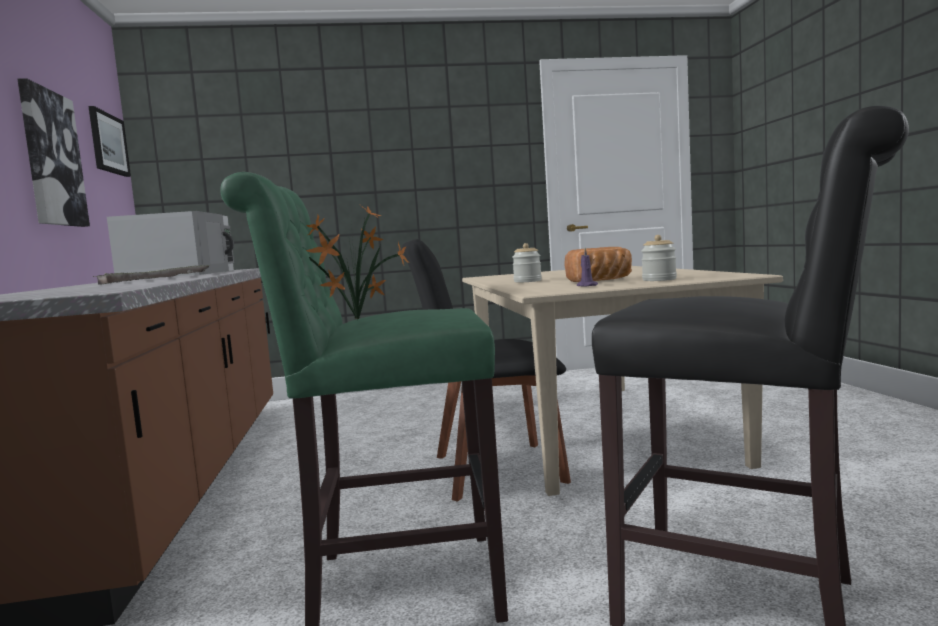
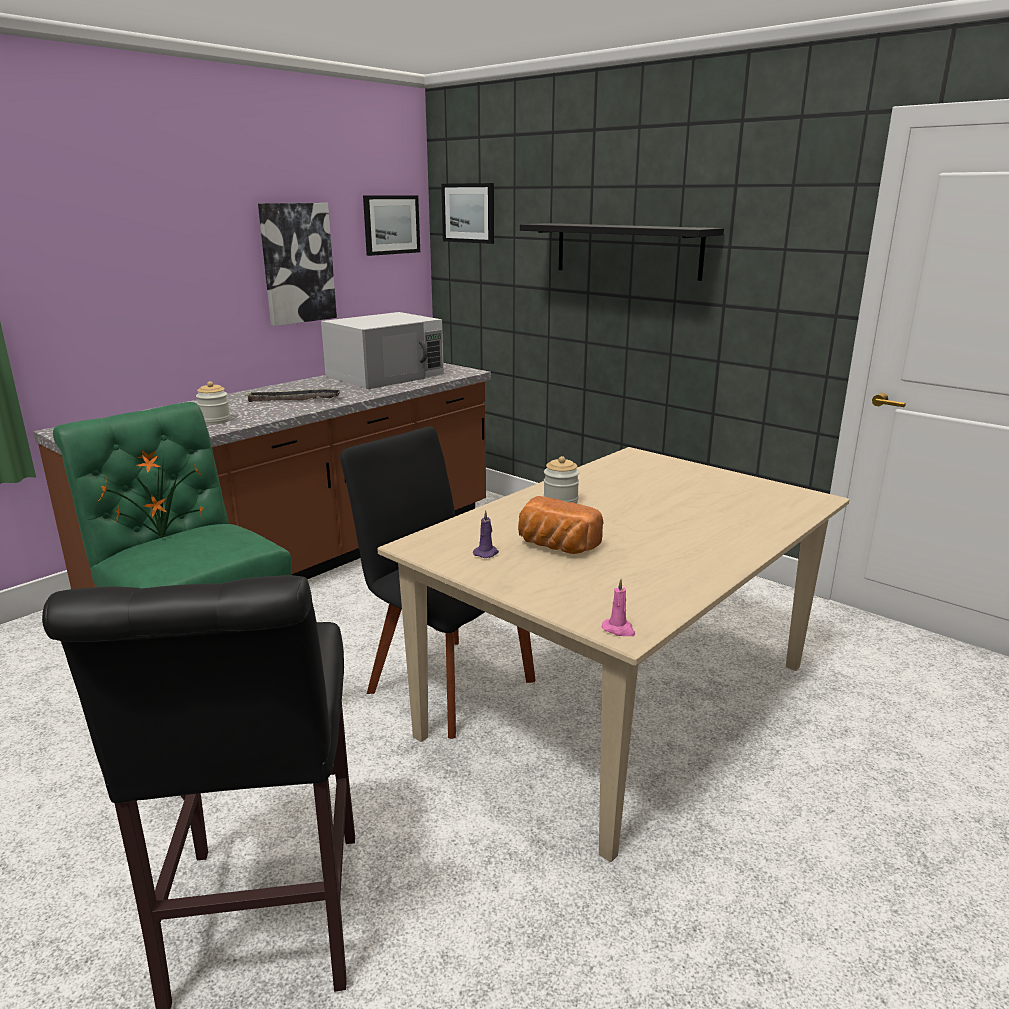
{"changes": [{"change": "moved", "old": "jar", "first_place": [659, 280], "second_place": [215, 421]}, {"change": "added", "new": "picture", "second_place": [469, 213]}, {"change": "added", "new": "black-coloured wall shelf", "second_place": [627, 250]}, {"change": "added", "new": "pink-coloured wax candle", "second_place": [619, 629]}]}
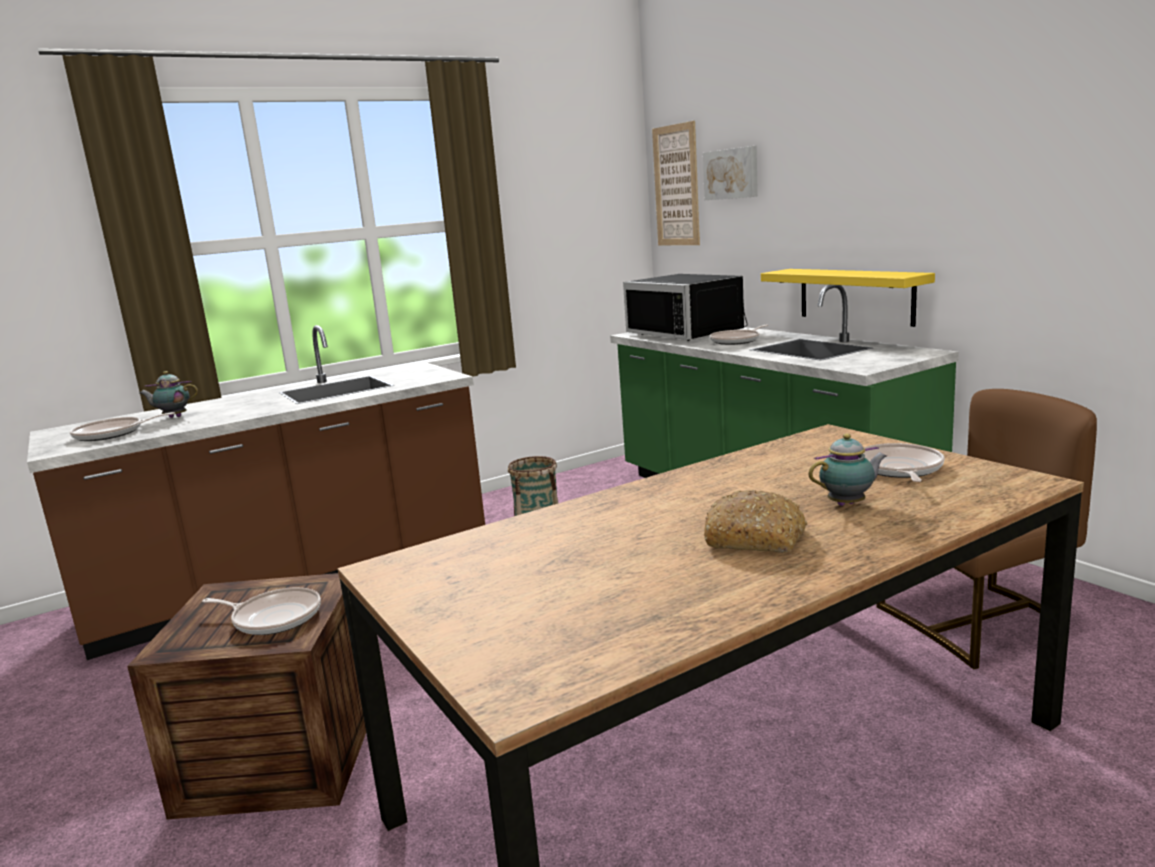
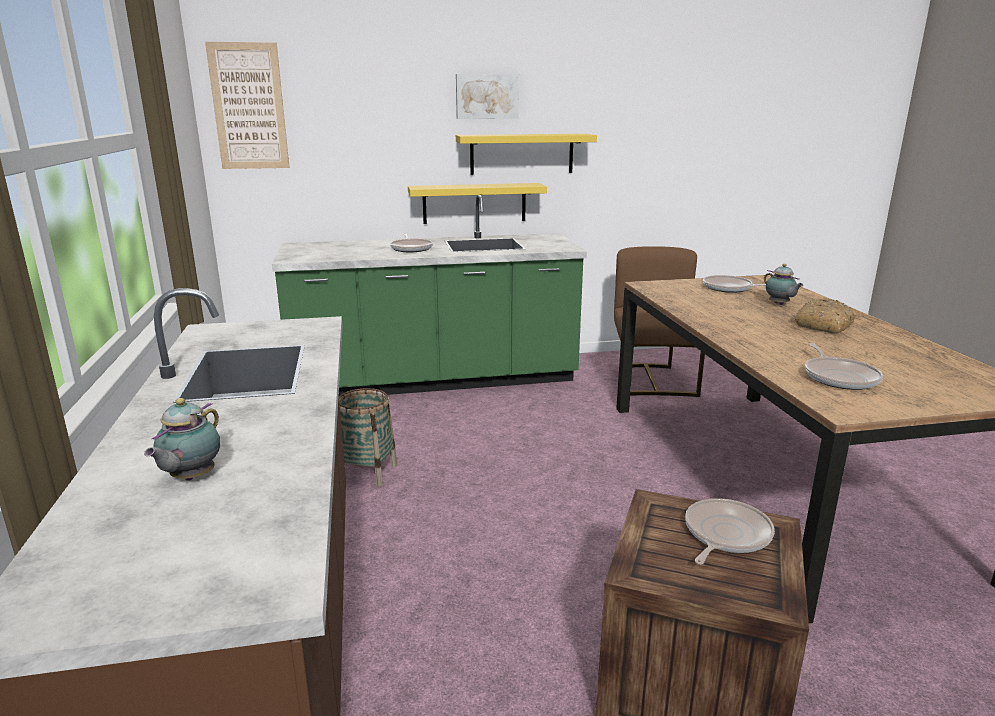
{"changes": [{"change": "moved", "old": "skillet", "first_place": [112, 434], "second_place": [839, 377]}, {"change": "removed", "old": "black-coloured kitchen microwave", "first_place": [690, 332]}, {"change": "moved", "old": "picture", "first_place": [732, 174], "second_place": [487, 96]}, {"change": "turned", "old": "tea pot", "first_place": [849, 504], "second_place": [779, 304], "degrees": 150}, {"change": "added", "new": "yellow wall shelf", "second_place": [522, 154]}]}
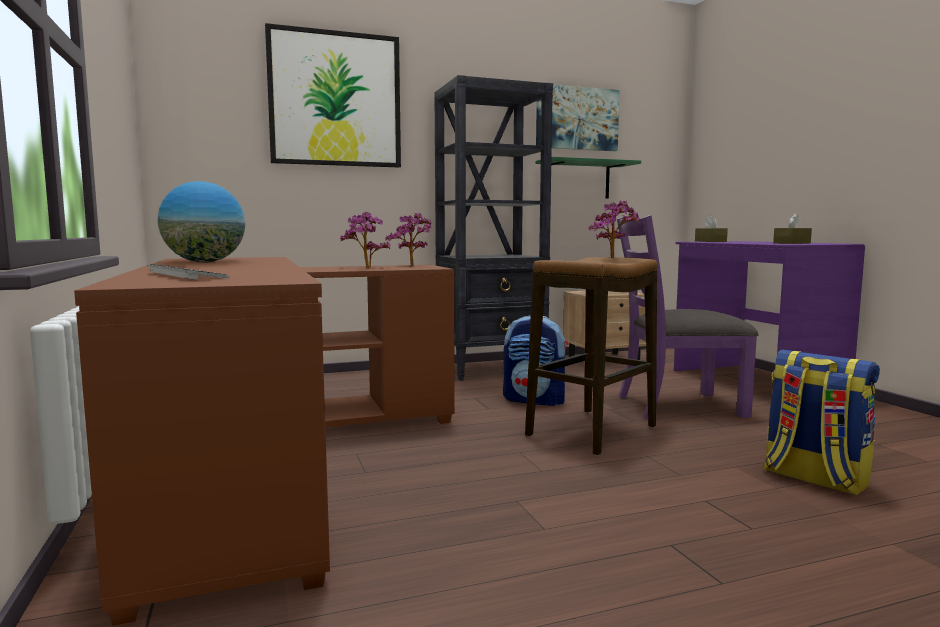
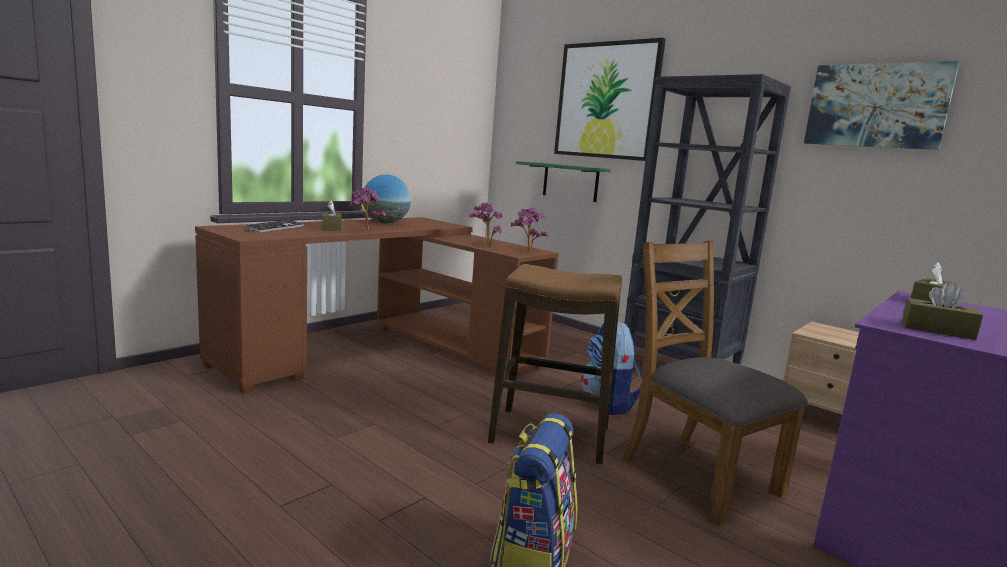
{"changes": [{"change": "moved", "old": "green-coloured wall shelf", "first_place": [578, 180], "second_place": [570, 182]}, {"change": "moved", "old": "houseplant", "first_place": [614, 258], "second_place": [365, 231]}, {"change": "recoloured", "old": "purple upright chair", "new": "brownish upright chair", "first_place": [678, 405], "second_place": [698, 475]}, {"change": "added", "new": "brownish box of tissues", "second_place": [332, 228]}]}
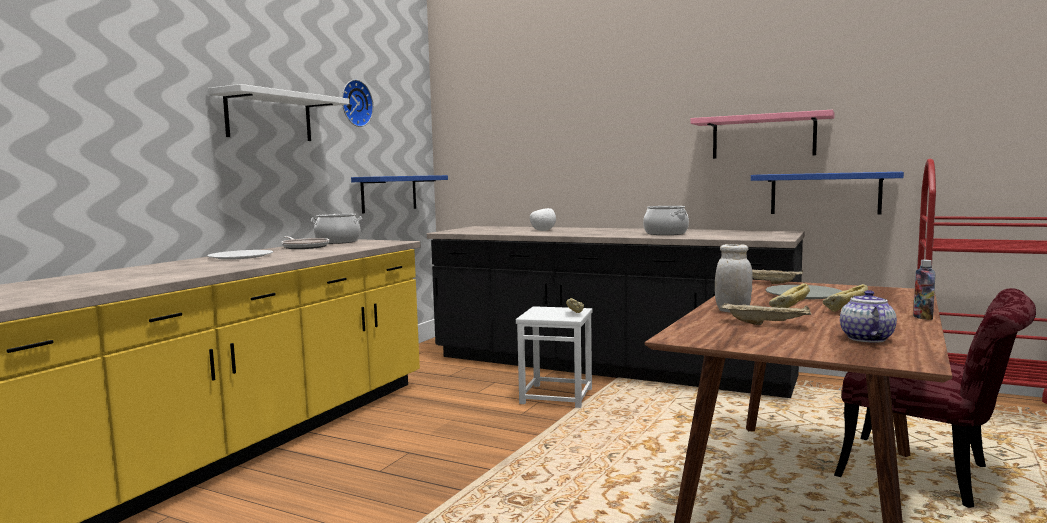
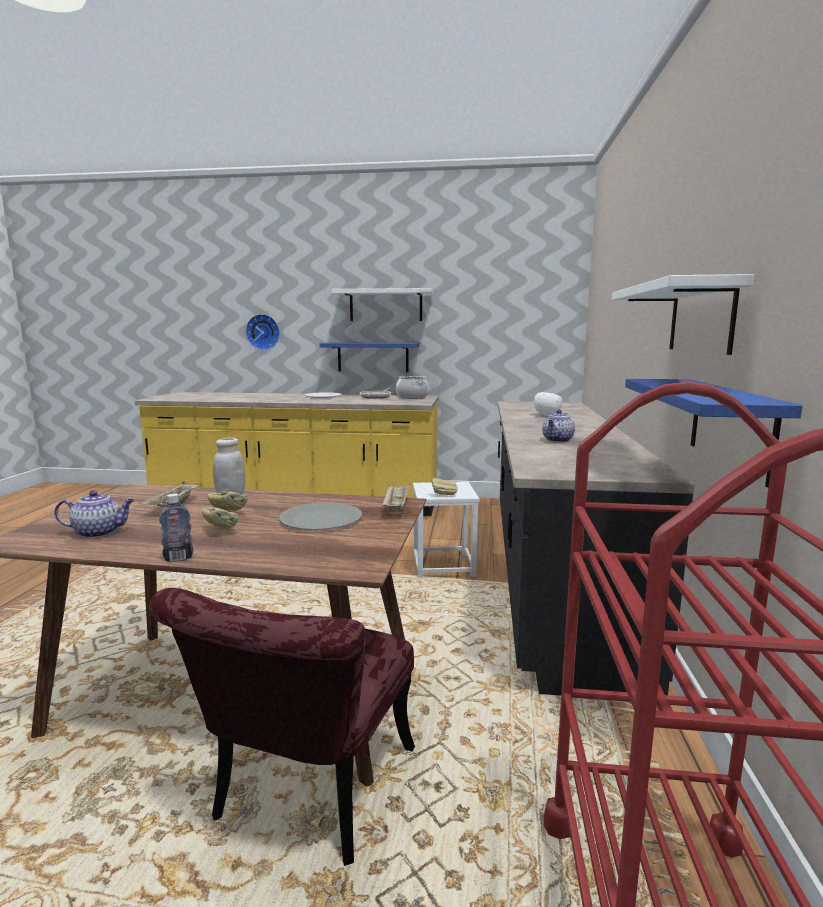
{"changes": [{"change": "moved", "old": "hanging clock", "first_place": [354, 103], "second_place": [263, 332]}, {"change": "moved", "old": "bluish wall shelf", "first_place": [389, 193], "second_place": [373, 357]}, {"change": "replaced", "old": "cooking pot", "new": "tea pot", "first_place": [666, 233], "second_place": [558, 440]}, {"change": "recoloured", "old": "pink-coloured wall shelf", "new": "whitish wall shelf", "first_place": [763, 137], "second_place": [700, 318]}]}
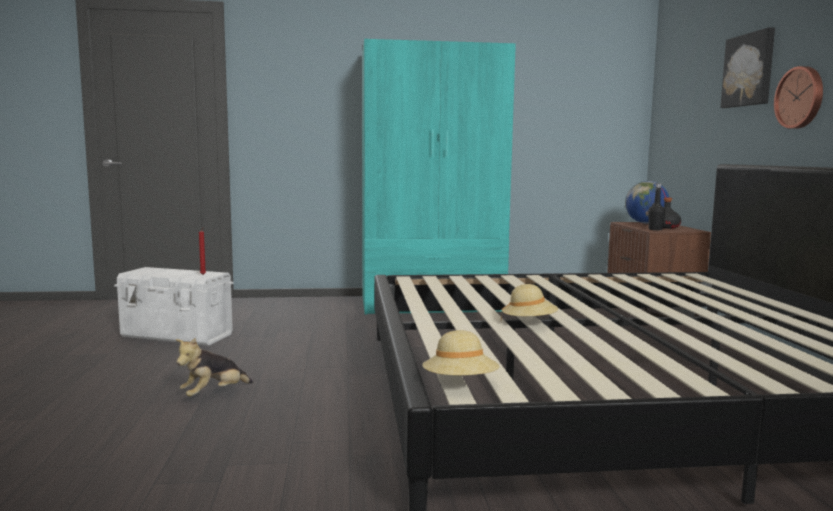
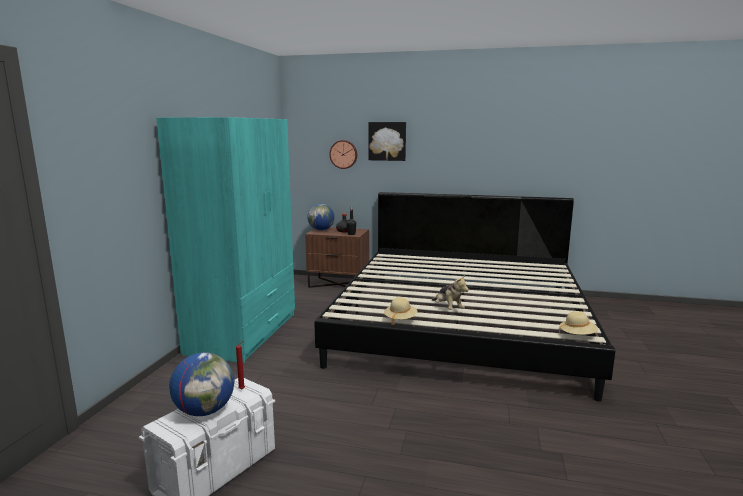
{"changes": [{"change": "moved", "old": "soft toy", "first_place": [213, 394], "second_place": [448, 308]}, {"change": "moved", "old": "sand-coloured hat", "first_place": [529, 323], "second_place": [400, 319]}, {"change": "moved", "old": "hanging clock", "first_place": [800, 97], "second_place": [343, 154]}, {"change": "added", "new": "desk globe", "second_place": [205, 411]}]}
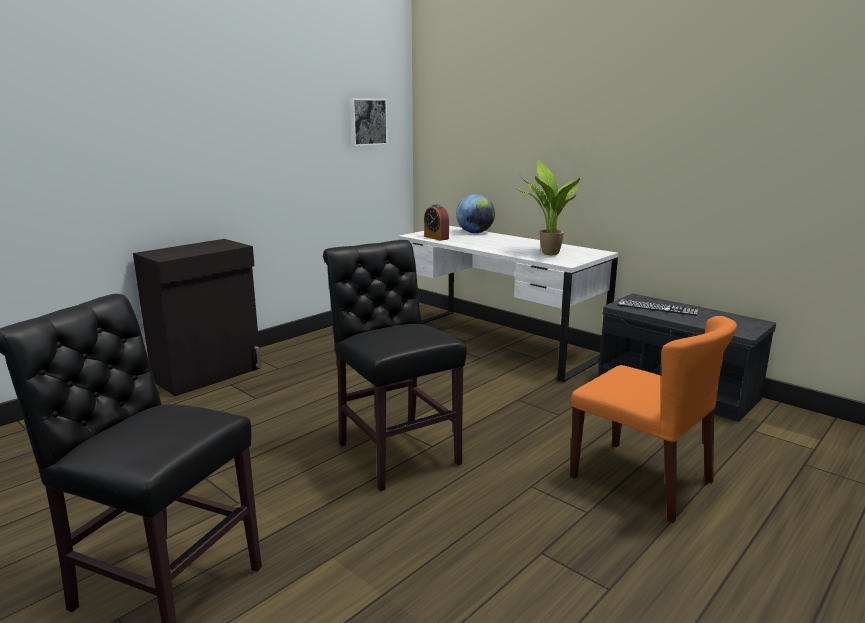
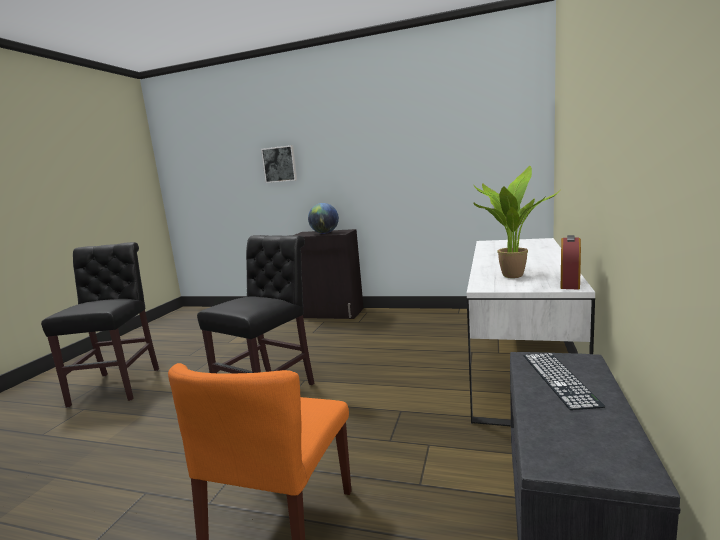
{"changes": [{"change": "moved", "old": "picture", "first_place": [367, 122], "second_place": [280, 164]}, {"change": "moved", "old": "bedside clock", "first_place": [436, 237], "second_place": [569, 283]}, {"change": "moved", "old": "desk globe", "first_place": [475, 232], "second_place": [325, 233]}]}
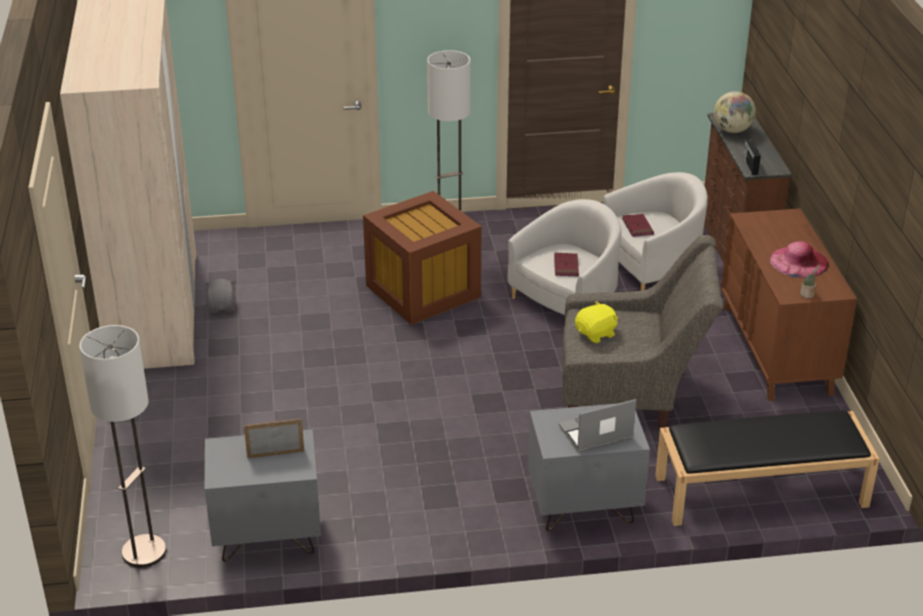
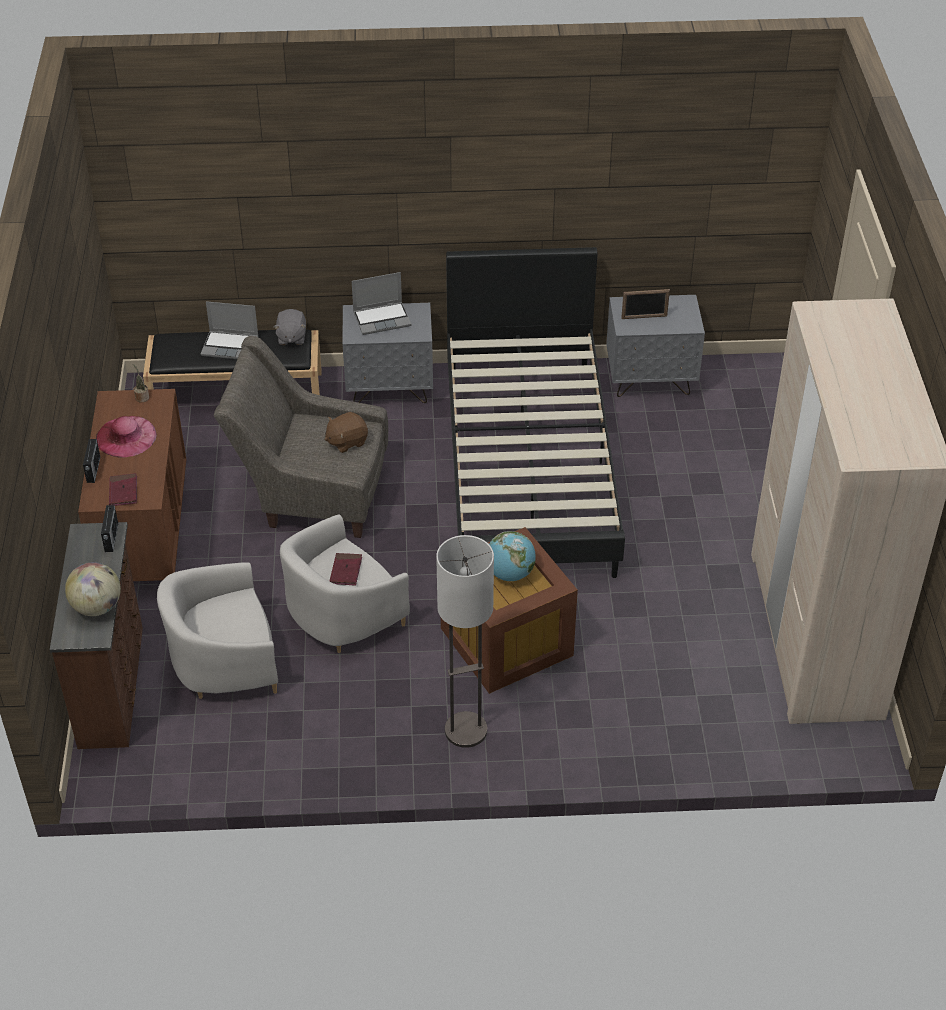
{"changes": [{"change": "removed", "old": "floor lamp", "first_place": [144, 552]}, {"change": "moved", "old": "gray soft toy", "first_place": [222, 307], "second_place": [291, 337]}, {"change": "recoloured", "old": "yellow soft toy", "new": "brownish soft toy", "first_place": [596, 334], "second_place": [346, 441]}, {"change": "moved", "old": "red bound book", "first_place": [637, 227], "second_place": [123, 491]}, {"change": "added", "new": "radio set", "second_place": [93, 470]}, {"change": "added", "new": "portable computer", "second_place": [231, 346]}, {"change": "added", "new": "black-coloured sleeping bed", "second_place": [529, 466]}, {"change": "added", "new": "desk globe", "second_place": [510, 574]}]}
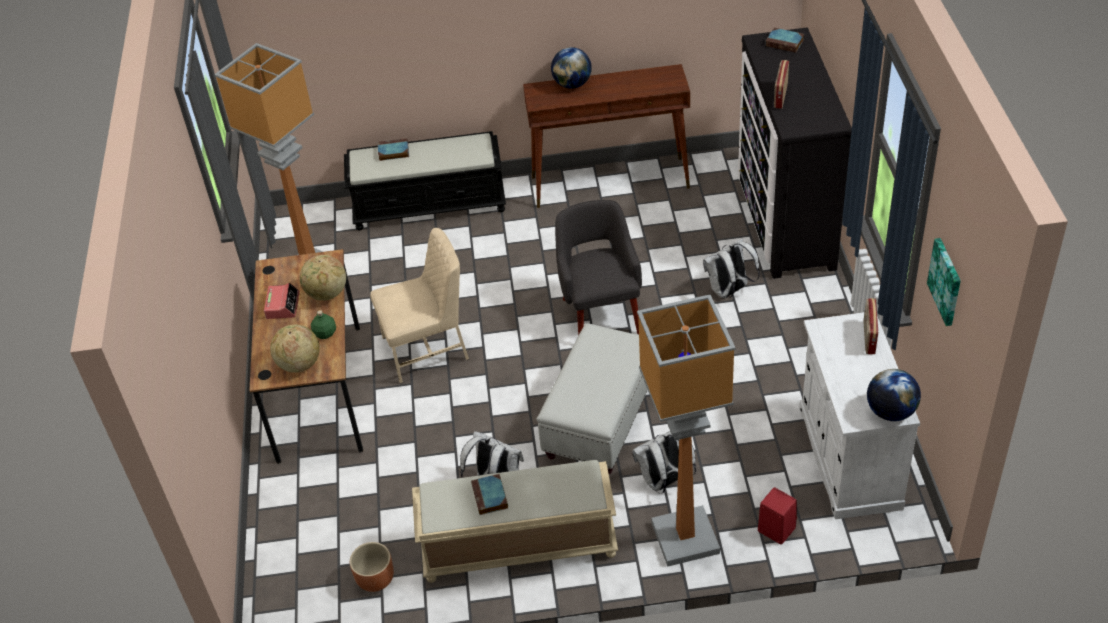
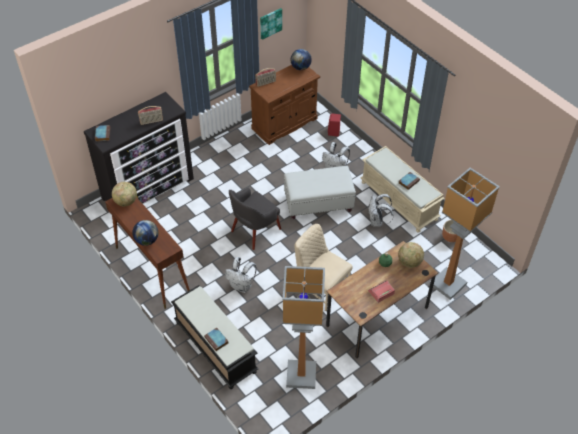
{"changes": [{"change": "moved", "old": "desk globe", "first_place": [327, 294], "second_place": [126, 202]}, {"change": "moved", "old": "floor lamp", "first_place": [683, 537], "second_place": [448, 285]}, {"change": "moved", "old": "whitish backpack", "first_place": [729, 291], "second_place": [242, 286]}, {"change": "recoloured", "old": "whitish storage cabinet", "new": "brownish storage cabinet", "first_place": [848, 457], "second_place": [284, 124]}]}
